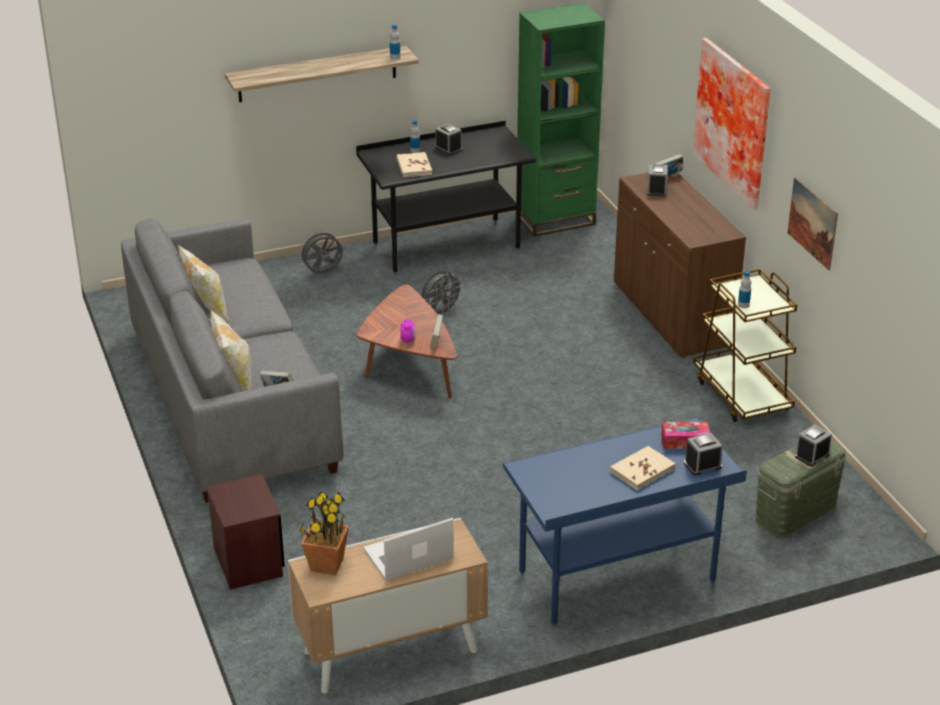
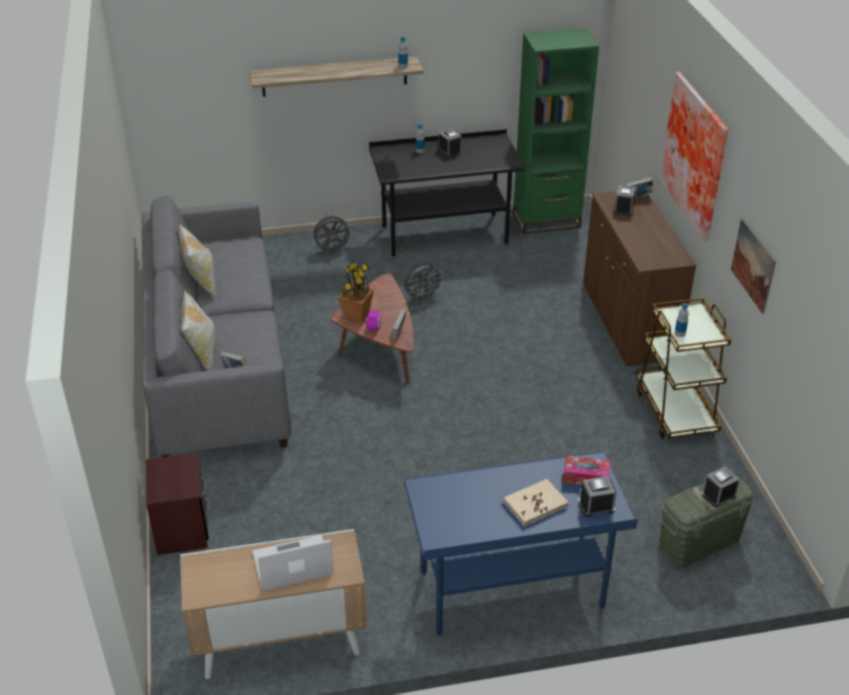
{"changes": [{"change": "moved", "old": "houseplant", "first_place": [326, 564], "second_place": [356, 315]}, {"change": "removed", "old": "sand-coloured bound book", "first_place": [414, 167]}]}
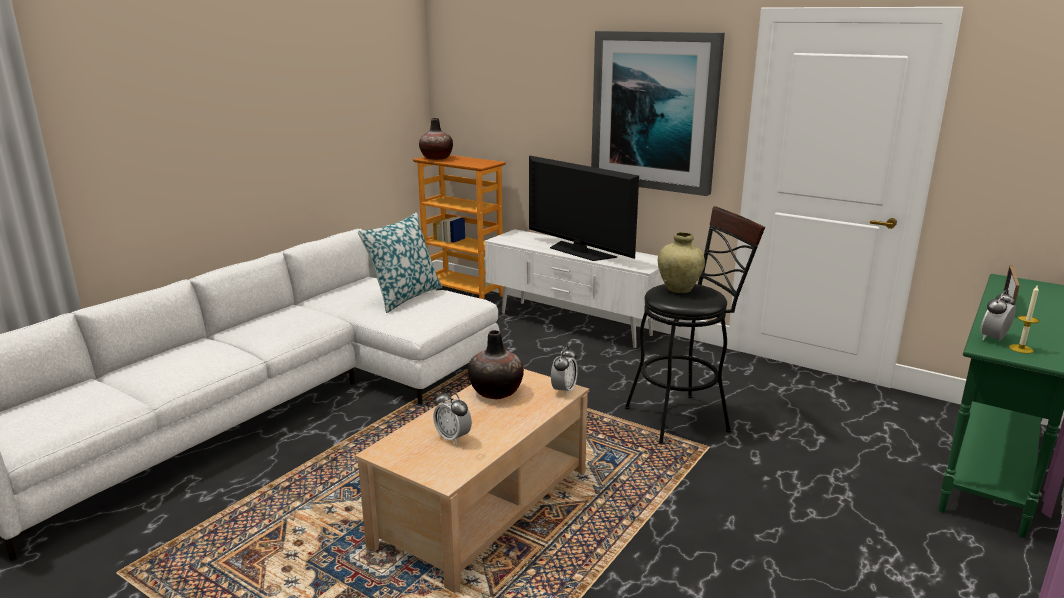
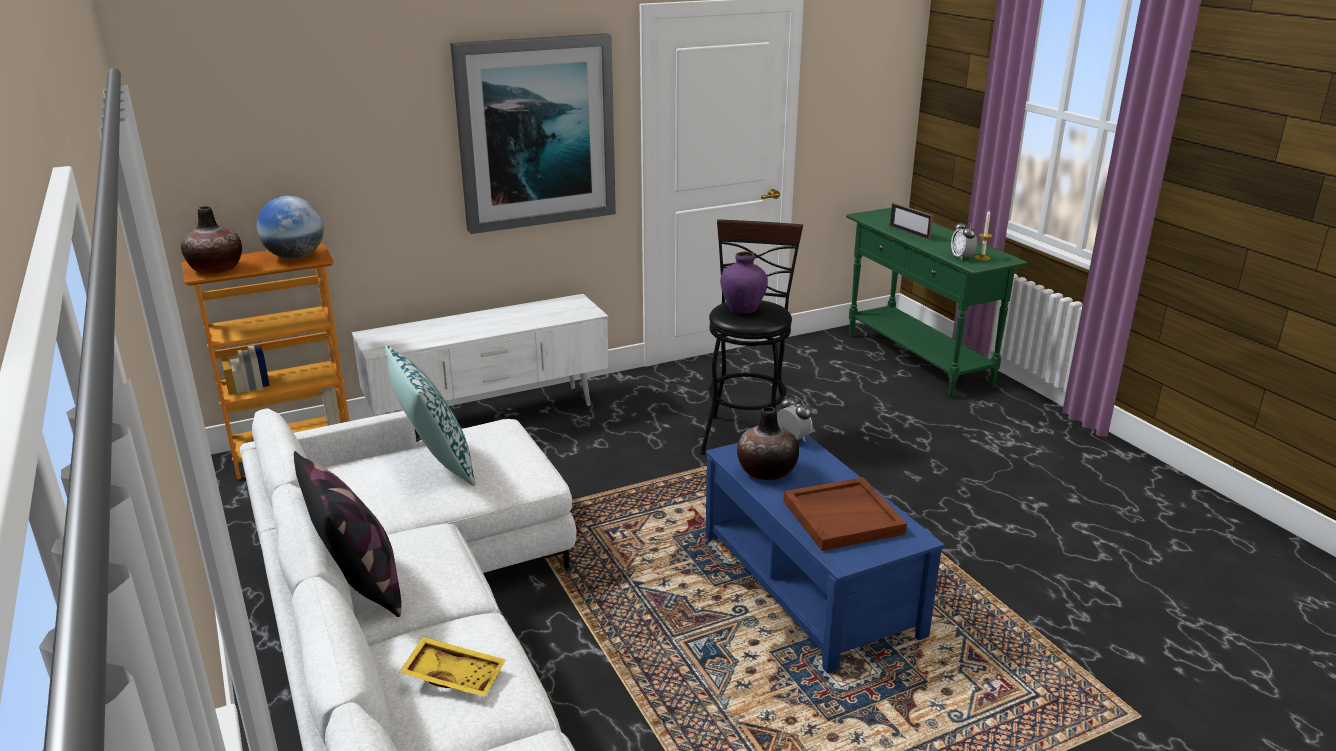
{"changes": [{"change": "recoloured", "old": "sand-coloured lounge table", "new": "bluish lounge table", "first_place": [482, 506], "second_place": [807, 584]}, {"change": "replaced", "old": "bedside clock", "new": "brownish carrying tray", "first_place": [453, 438], "second_place": [843, 517]}, {"change": "removed", "old": "TV", "first_place": [580, 252]}, {"change": "recoloured", "old": "sand-coloured decorative vase", "new": "purple decorative vase", "first_place": [678, 289], "second_place": [743, 310]}, {"change": "added", "new": "desk globe", "second_place": [295, 257]}, {"change": "added", "new": "throw pillow", "second_place": [360, 584]}, {"change": "added", "new": "yellow carrying tray", "second_place": [455, 675]}]}
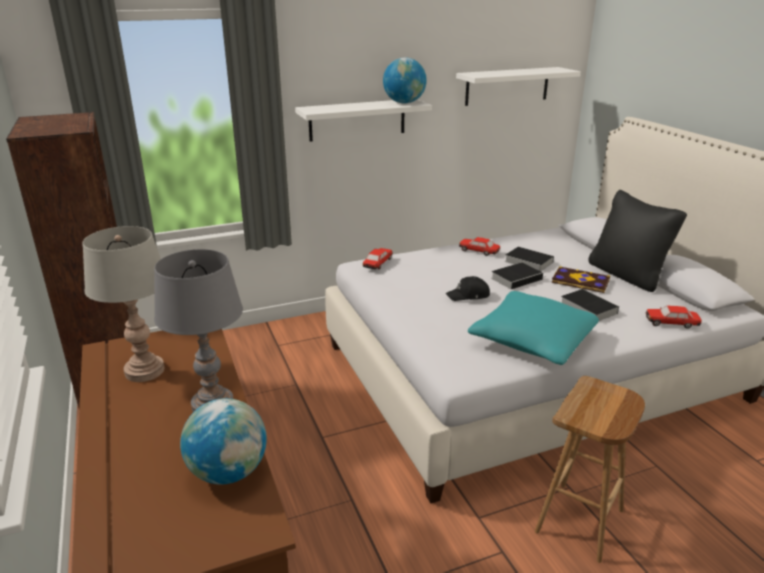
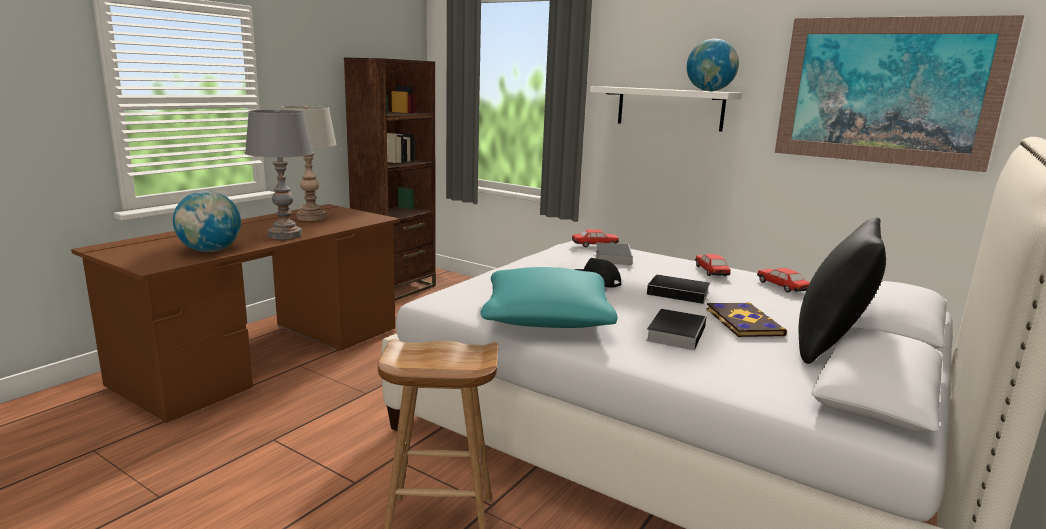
{"changes": [{"change": "replaced", "old": "whitish wall shelf", "new": "picture", "first_place": [507, 86], "second_place": [886, 91]}, {"change": "moved", "old": "bound book", "first_place": [527, 261], "second_place": [612, 257]}, {"change": "moved", "old": "model car", "first_place": [671, 323], "second_place": [782, 287]}]}
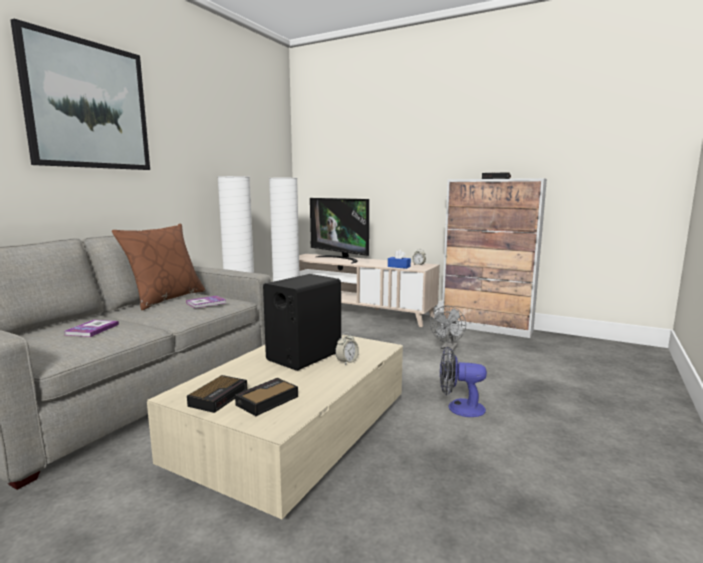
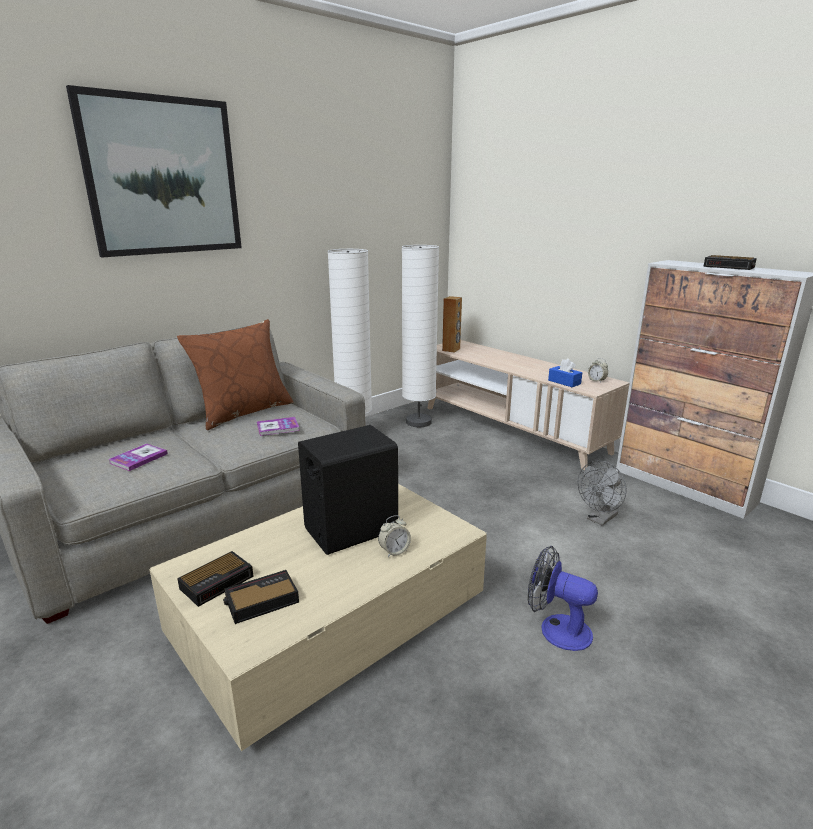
{"changes": [{"change": "removed", "old": "TV", "first_place": [340, 259]}, {"change": "added", "new": "brownish audio speaker", "second_place": [451, 350]}]}
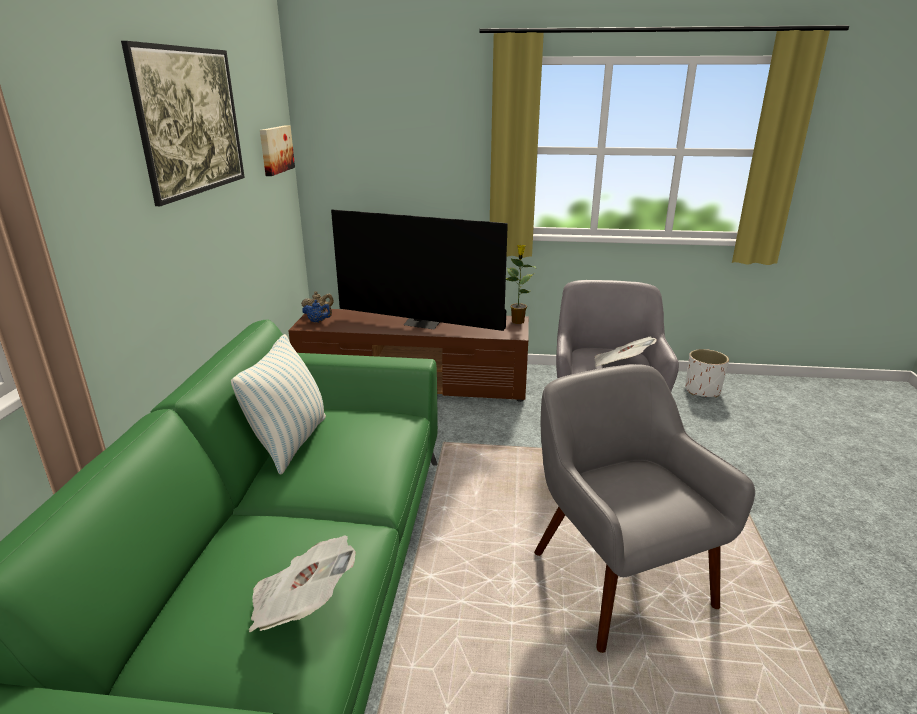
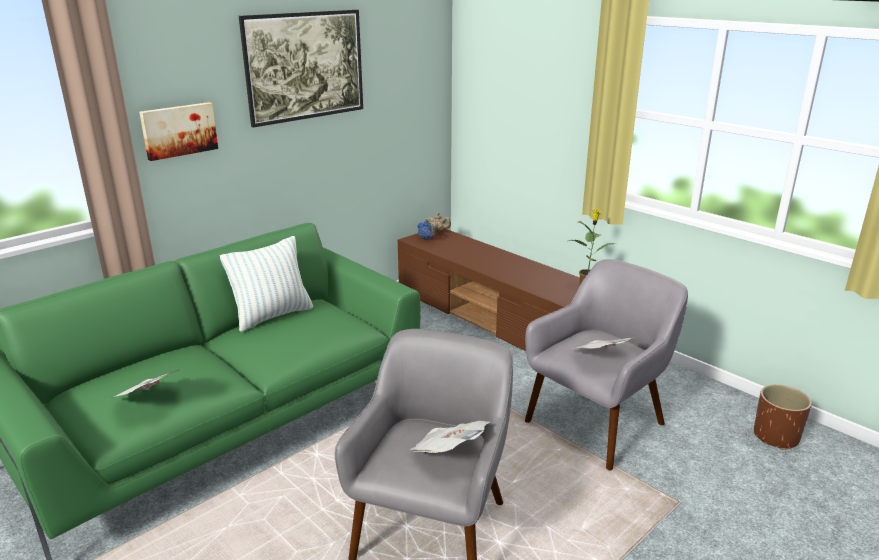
{"changes": [{"change": "moved", "old": "picture", "first_place": [275, 149], "second_place": [179, 130]}, {"change": "removed", "old": "TV", "first_place": [423, 323]}, {"change": "recoloured", "old": "whitish plant pot", "new": "brownish plant pot", "first_place": [702, 390], "second_place": [776, 437]}, {"change": "added", "new": "daily paper", "second_place": [449, 453]}]}
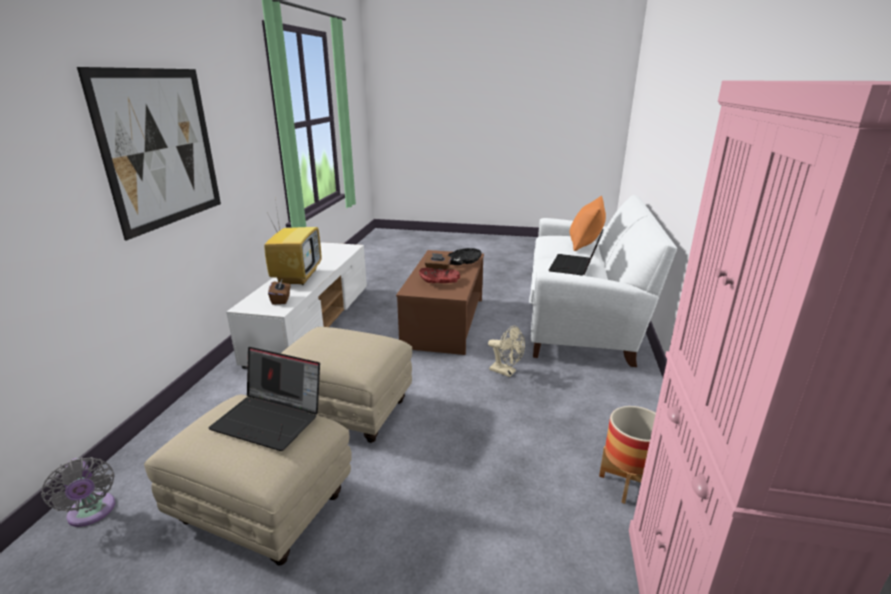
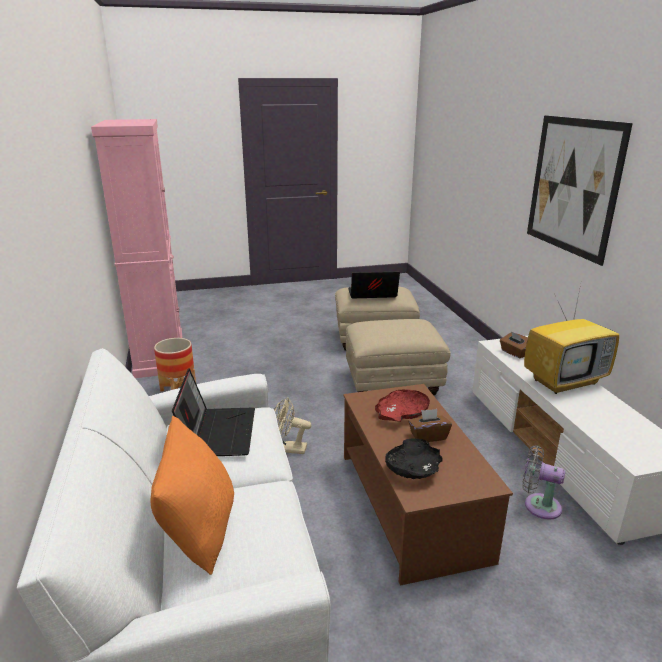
{"changes": [{"change": "moved", "old": "gray fan", "first_place": [92, 513], "second_place": [538, 505]}, {"change": "turned", "old": "TV", "first_place": [297, 277], "second_place": [564, 381], "degrees": -90}]}
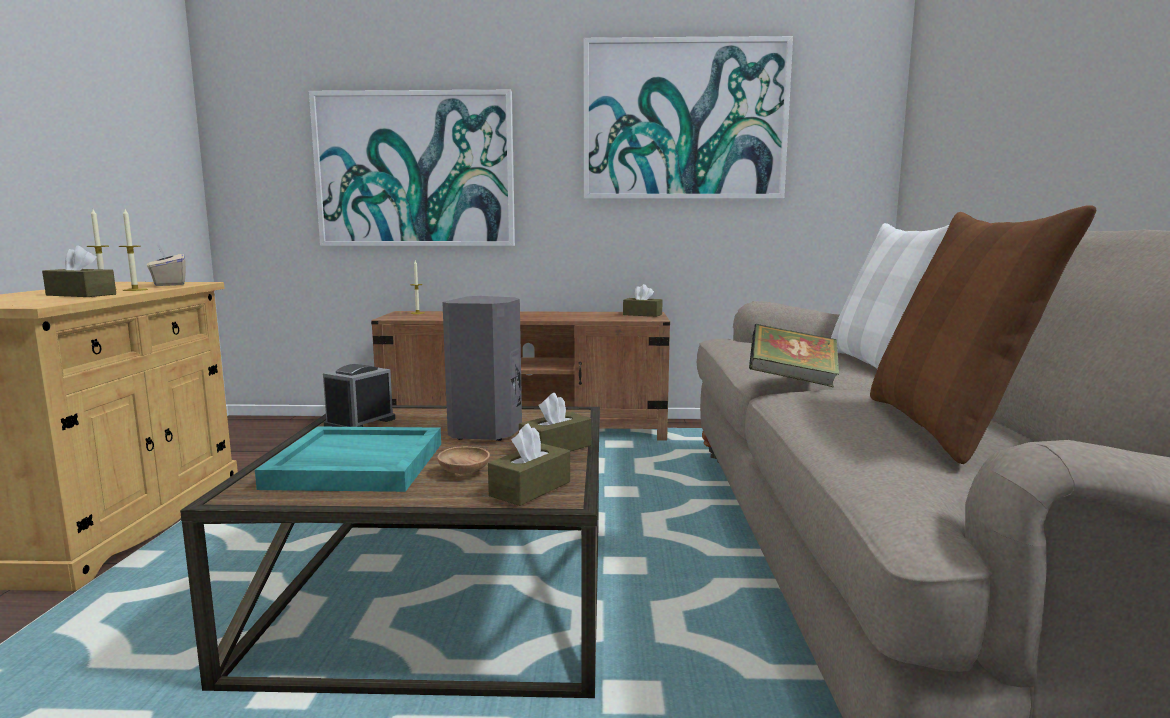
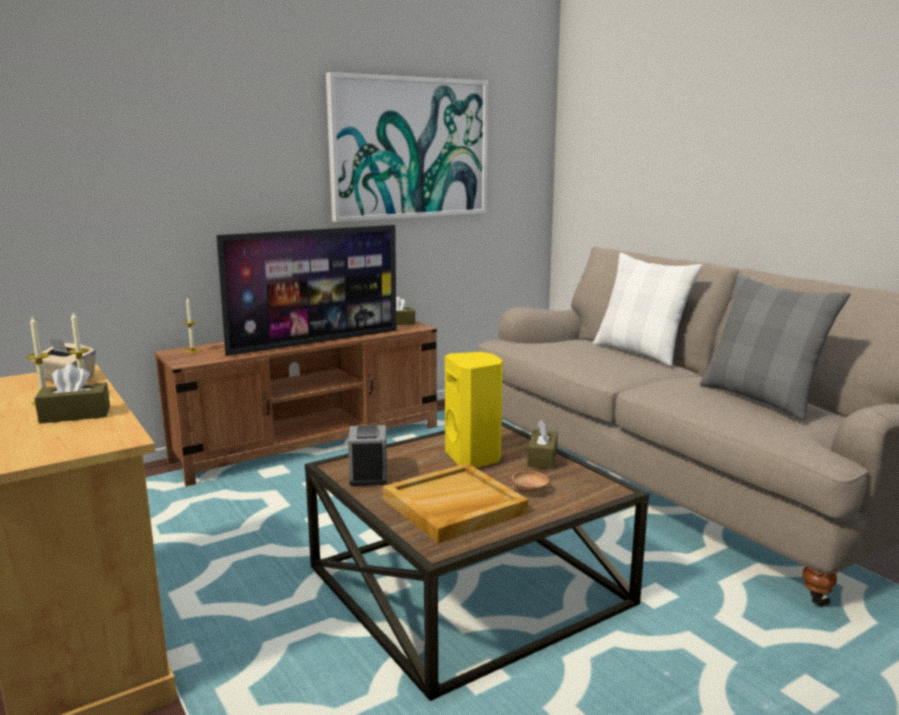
{"changes": [{"change": "recoloured", "old": "turquoise carrying tray", "new": "sand-coloured carrying tray", "first_place": [355, 465], "second_place": [453, 507]}, {"change": "removed", "old": "picture", "first_place": [415, 170]}, {"change": "recoloured", "old": "gray audio speaker", "new": "yellow audio speaker", "first_place": [487, 432], "second_place": [474, 458]}, {"change": "removed", "old": "brownish box of tissues", "first_place": [530, 489]}, {"change": "removed", "old": "bound book", "first_place": [792, 381]}, {"change": "recoloured", "old": "brownish throw pillow", "new": "gray throw pillow", "first_place": [944, 427], "second_place": [760, 399]}, {"change": "added", "new": "TV", "second_place": [315, 342]}]}
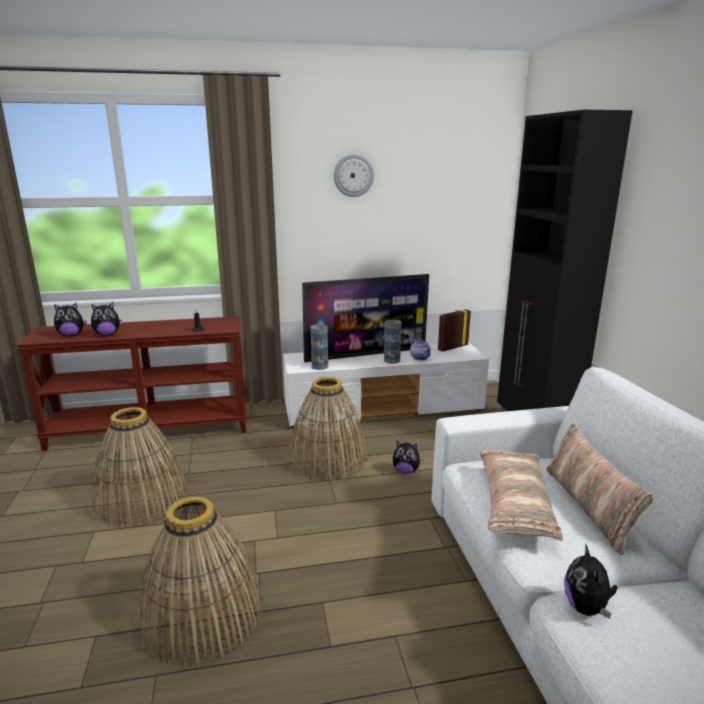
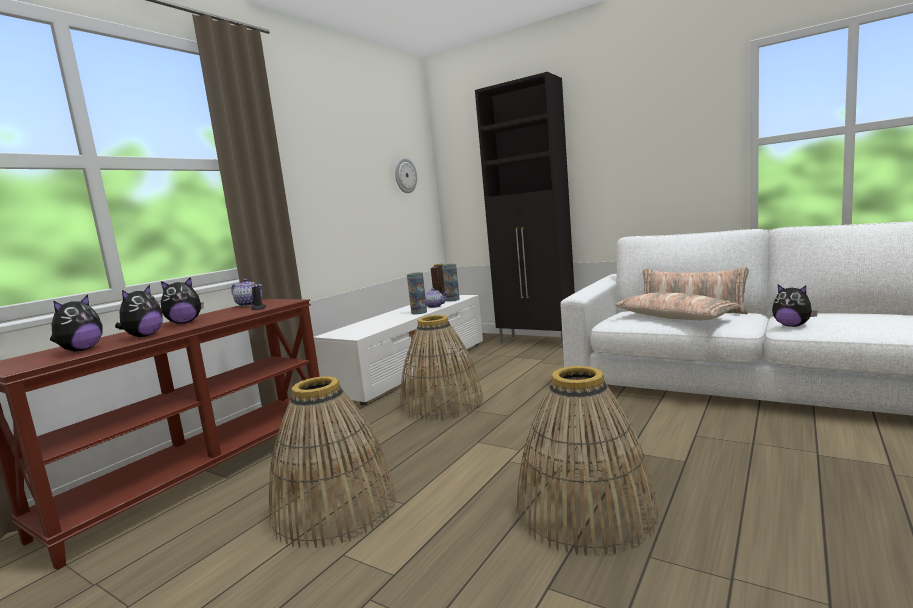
{"changes": [{"change": "removed", "old": "TV", "first_place": [366, 354]}, {"change": "moved", "old": "decorative vase", "first_place": [319, 366], "second_place": [452, 300]}, {"change": "moved", "old": "hanging clock", "first_place": [353, 175], "second_place": [405, 175]}, {"change": "moved", "old": "soft toy", "first_place": [406, 471], "second_place": [184, 323]}, {"change": "added", "new": "tea pot", "second_place": [250, 304]}]}
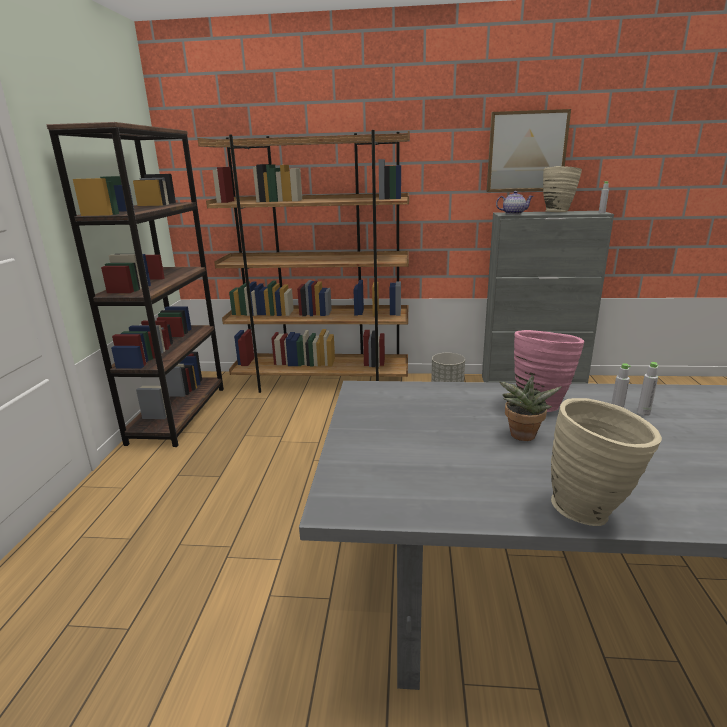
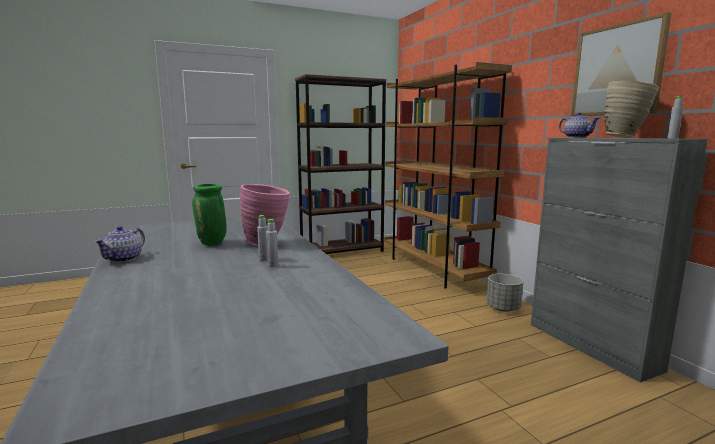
{"changes": [{"change": "replaced", "old": "houseplant", "new": "green-coloured decorative vase", "first_place": [522, 437], "second_place": [212, 244]}, {"change": "replaced", "old": "sand-coloured decorative vase", "new": "tea pot", "first_place": [592, 510], "second_place": [124, 259]}]}
